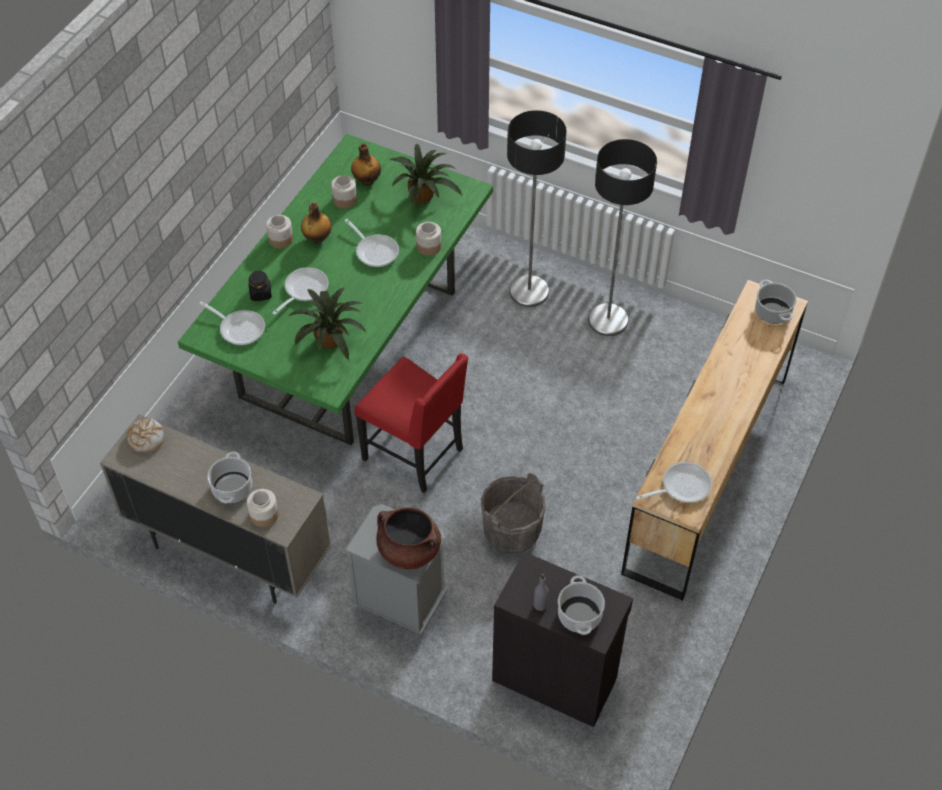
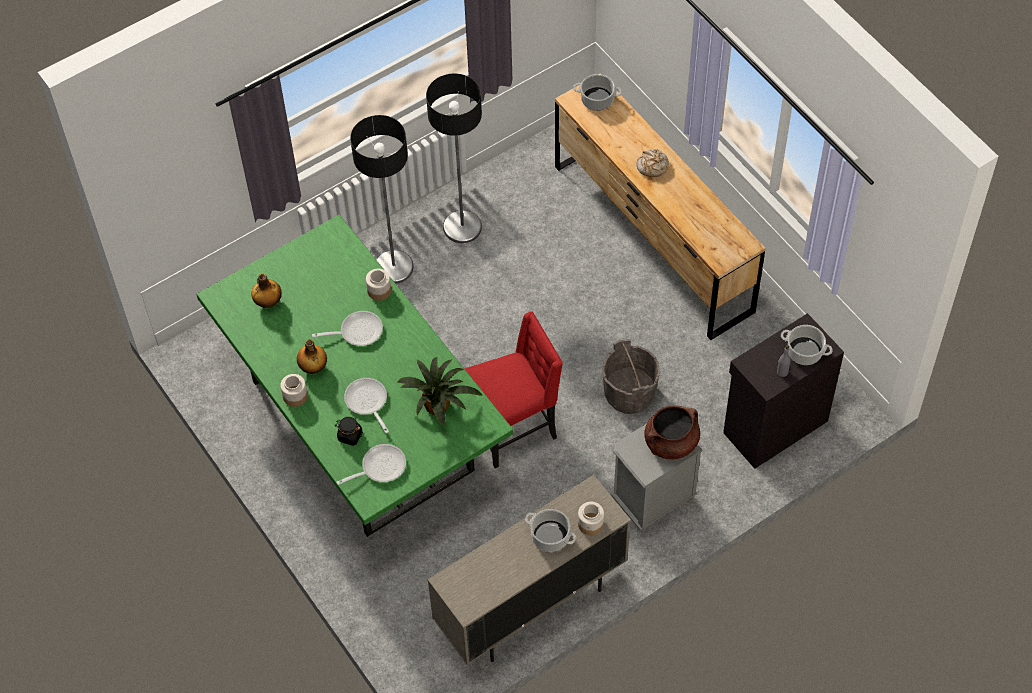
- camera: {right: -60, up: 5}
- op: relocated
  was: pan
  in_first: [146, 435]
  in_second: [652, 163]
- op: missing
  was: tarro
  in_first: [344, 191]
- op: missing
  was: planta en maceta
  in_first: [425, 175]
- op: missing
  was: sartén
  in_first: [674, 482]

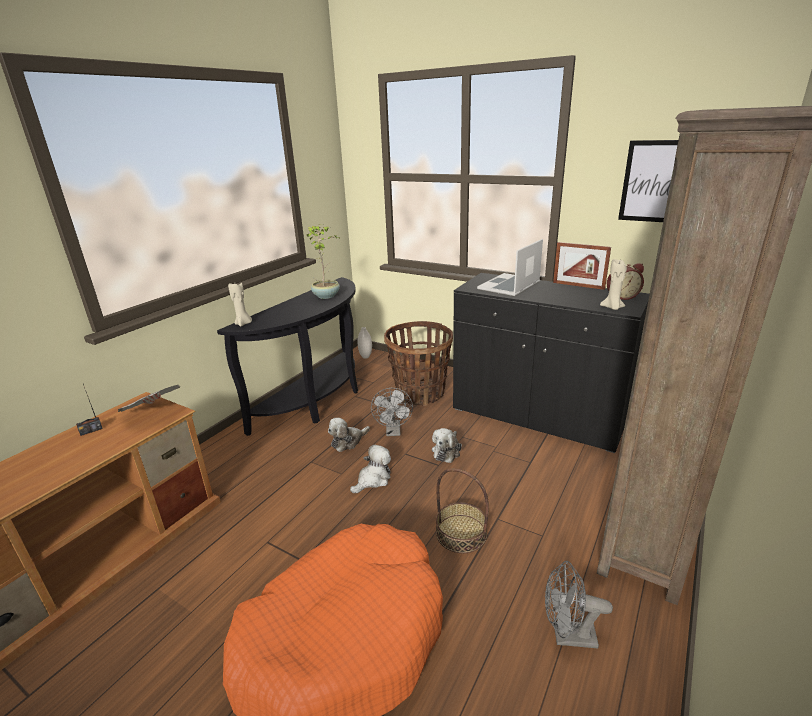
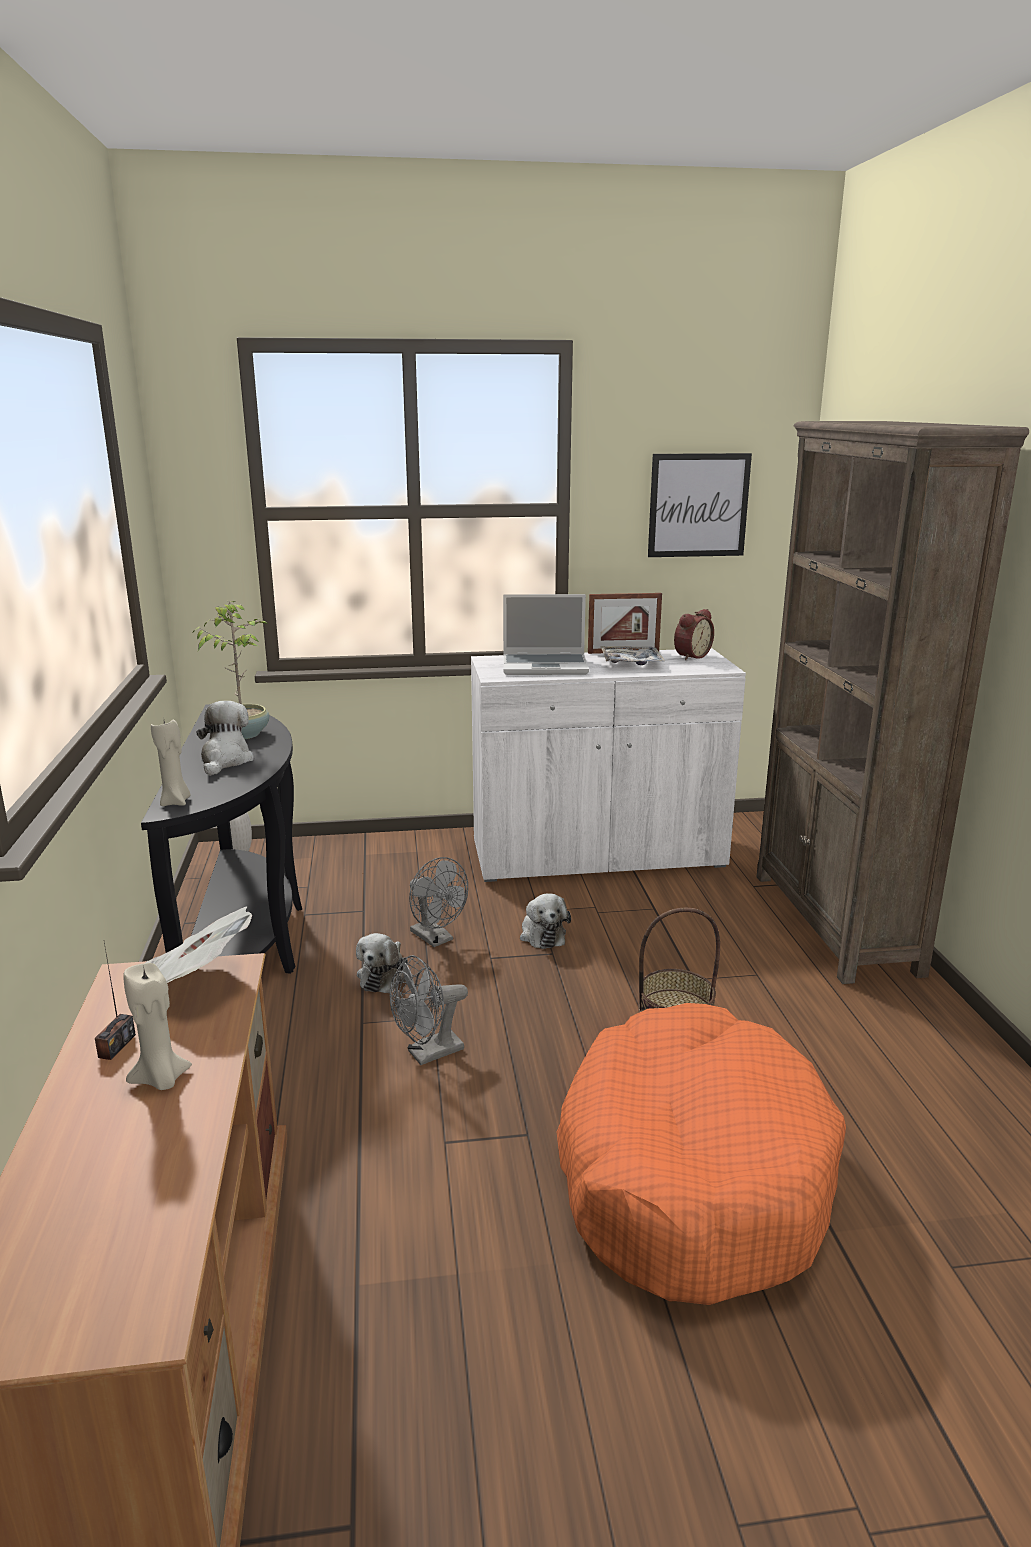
- camera: {right: -40, up: -5}
- op: relocated
  was: peluche
  in_first: [370, 469]
  in_second: [225, 738]
- op: missing
  was: cesta
  in_first: [418, 363]
- op: colour
  was: armario [negro]
  now: armario [blanco]
  in_first: [551, 363]
  in_second: [608, 765]
- op: spun
  was: portátil
  in_first: [510, 268]
  in_second: [546, 634]
  clockwise: -90
- op: relocated
  was: ventilador [gris]
  in_first: [579, 605]
  in_second: [429, 1010]
- op: relocated
  was: vela [beis]
  in_first: [613, 284]
  in_second: [157, 1026]
- op: appeared
  now: bandeja
  in_second: [632, 655]

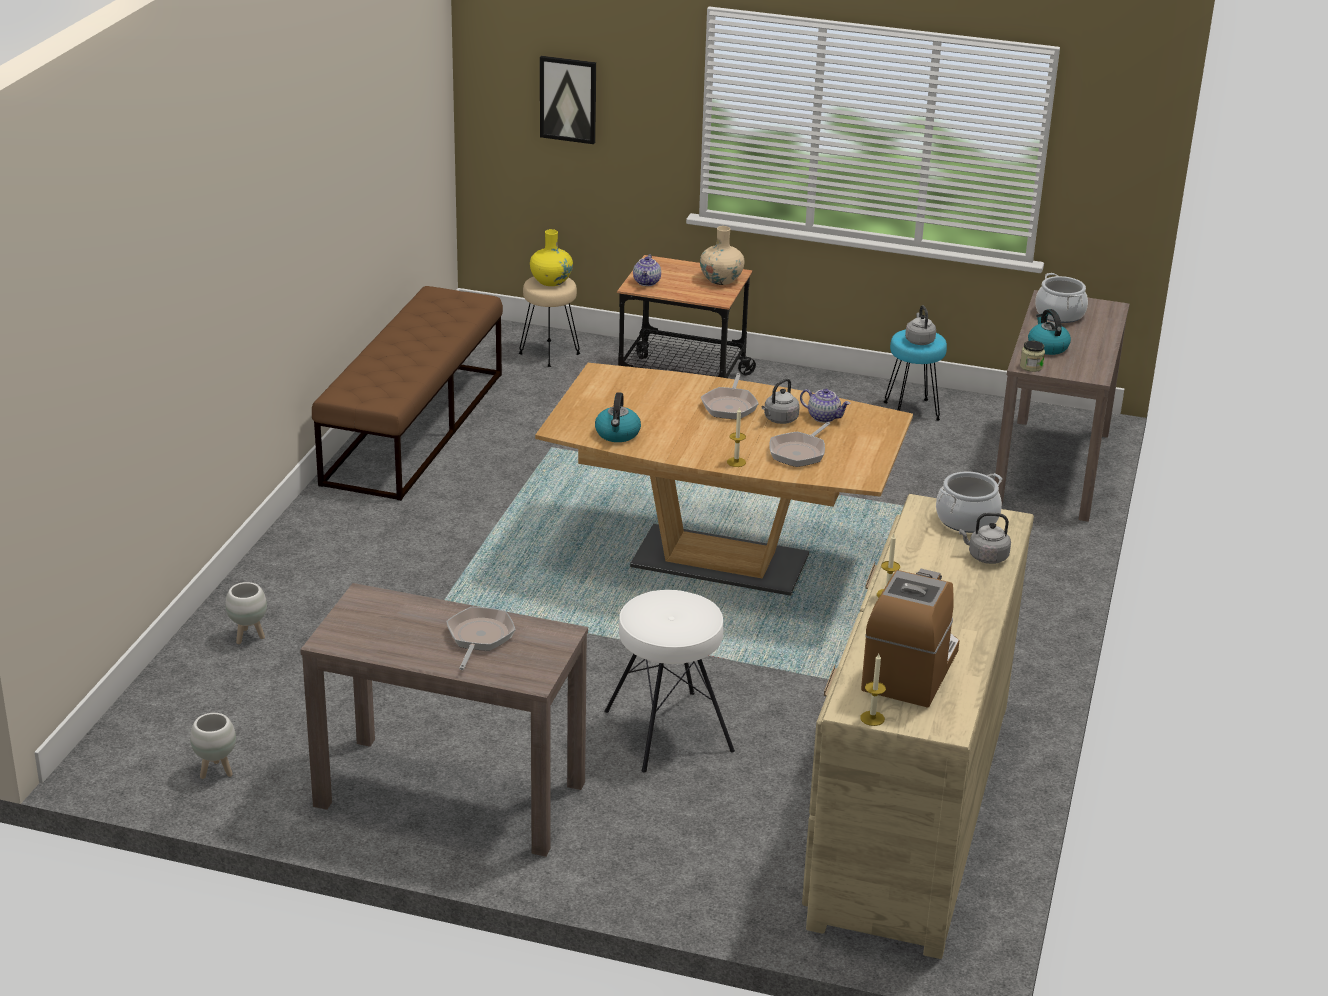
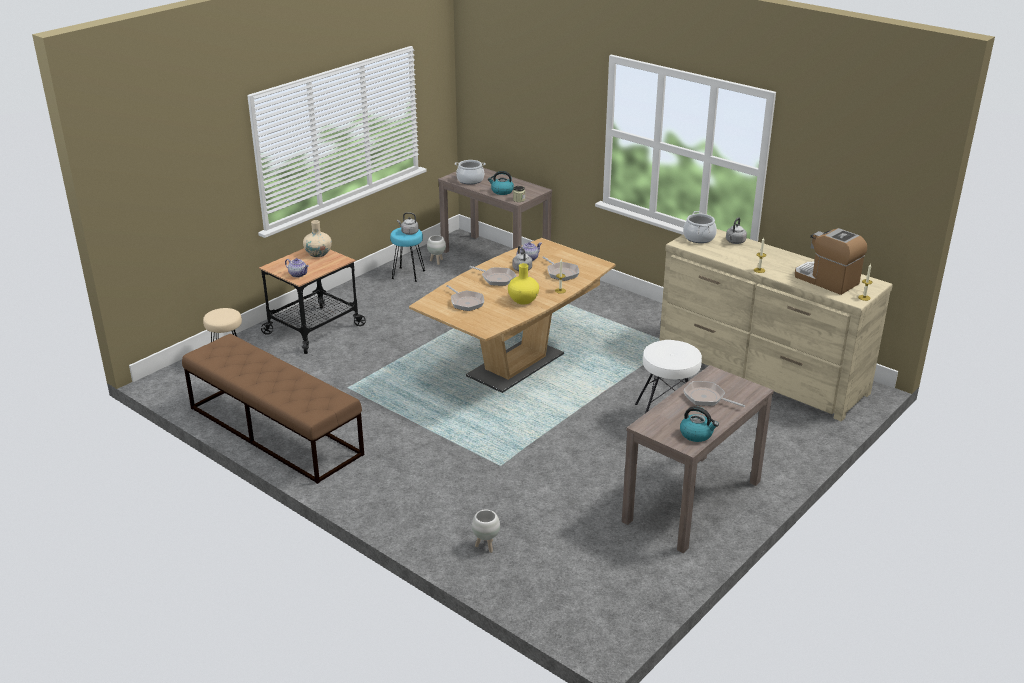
- camera: {right: -65, up: 0}
- op: relocated
  was: maceta [blanco]
  in_first: [213, 746]
  in_second: [436, 250]
- op: relocated
  was: florero [amarillo]
  in_first: [551, 257]
  in_second: [523, 284]
- op: missing
  was: cuadro
  in_first: [568, 100]
- op: relocated
  was: hervidor
  in_first: [618, 417]
  in_second: [699, 424]
- op: appeared
  now: sartén
  in_second: [465, 298]

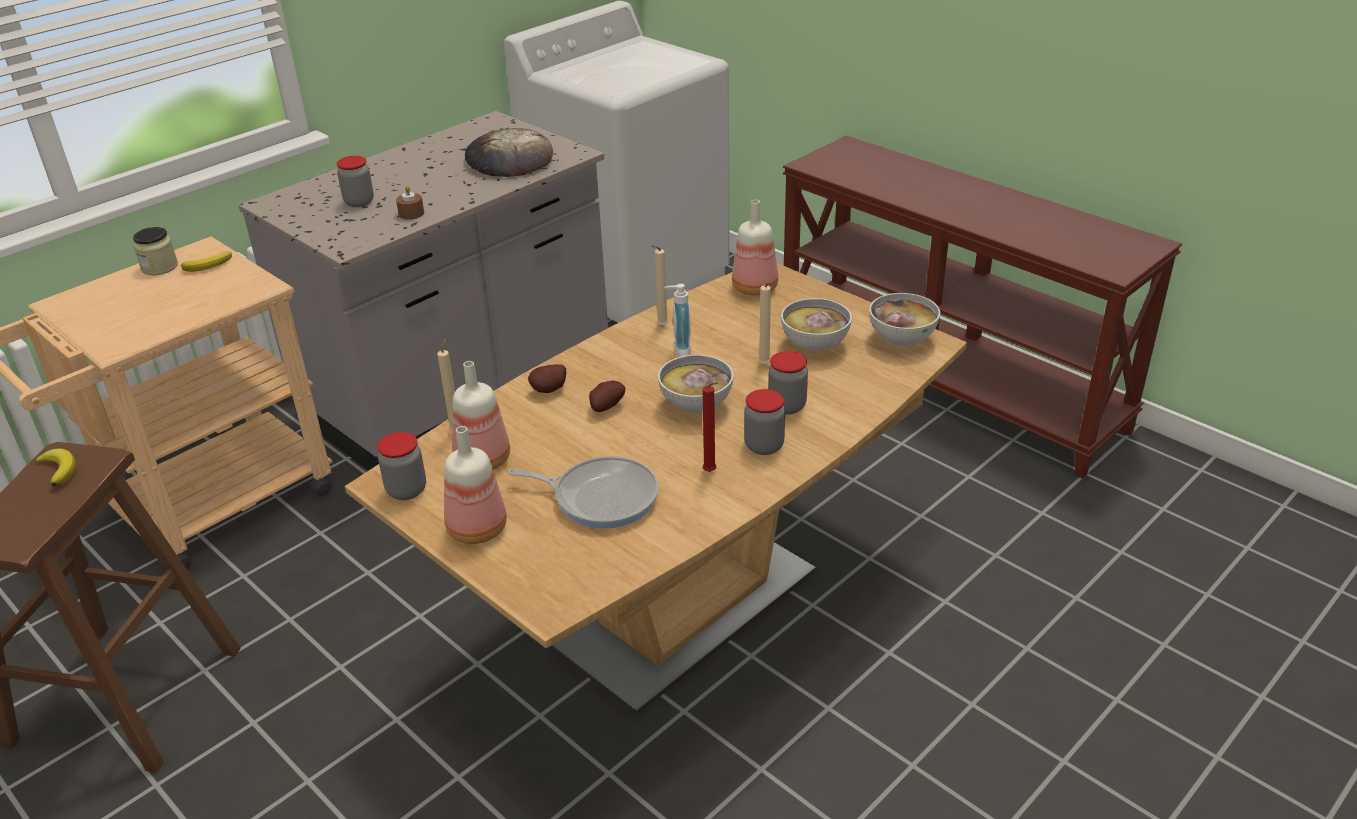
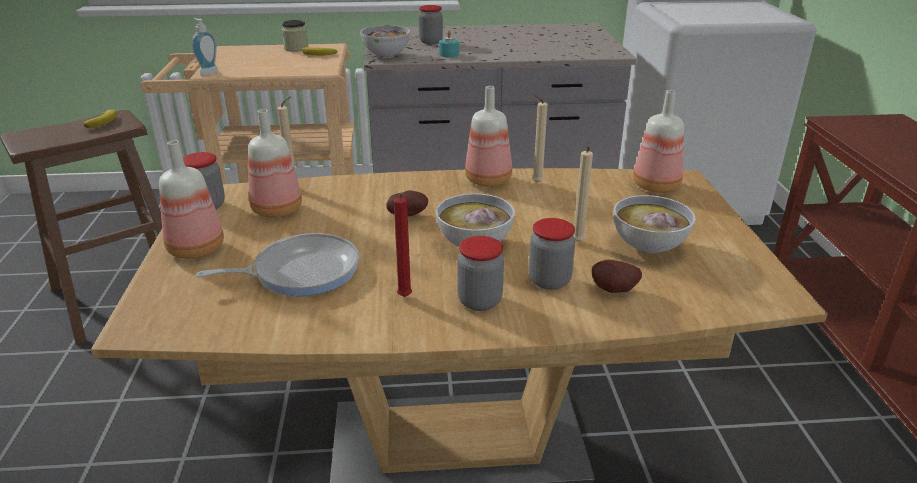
- camera: {right: 40, up: -5}
- op: colour
  was: vela [marrón]
  now: vela [turquesa]
  in_first: [410, 203]
  in_second: [449, 43]
- op: missing
  was: pan
  in_first: [509, 152]
- op: spun
  was: sartén
  in_first: [583, 492]
  in_second: [277, 264]
  clockwise: -75
- op: relocated
  was: patata
  in_first: [547, 378]
  in_second: [617, 276]
- op: relocated
  was: dispensador de jabón
  in_first: [677, 320]
  in_second: [205, 47]
- op: relocated
  was: cuenco
  in_first: [905, 319]
  in_second: [385, 41]
- op: appeared
  now: botella
  in_second: [488, 136]

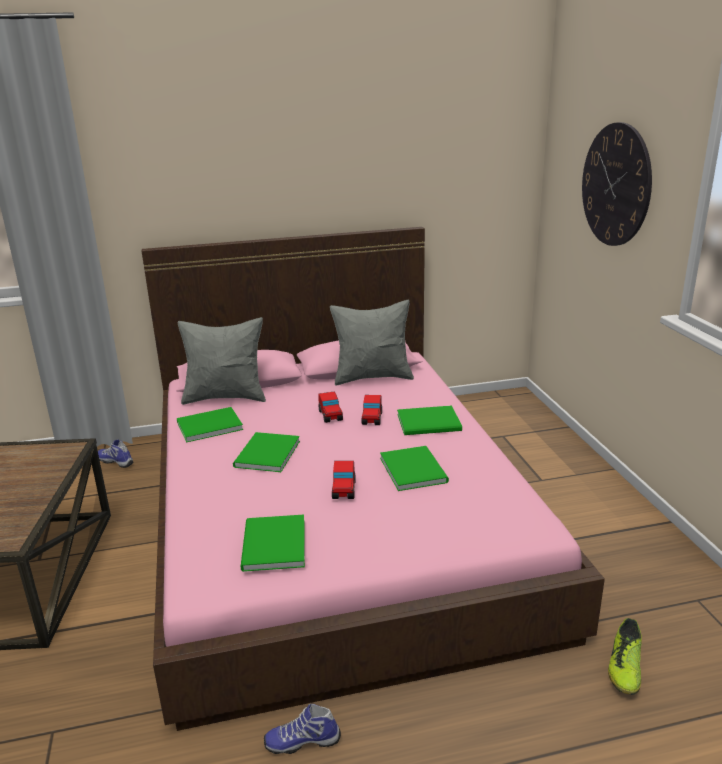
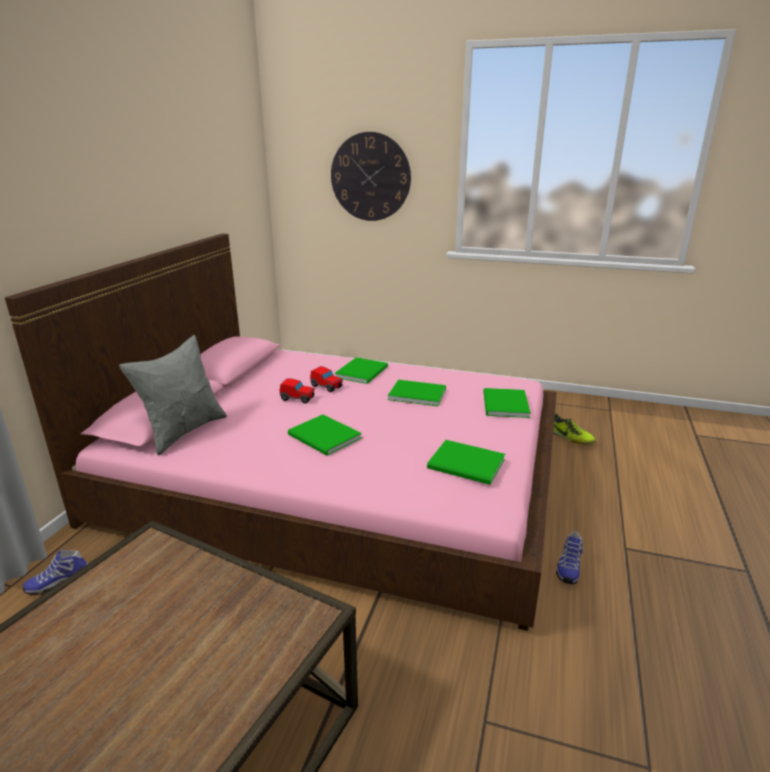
- camera: {right: -60, up: 0}
- op: relocated
  was: libro [verde]
  in_first: [210, 425]
  in_second: [507, 403]
- op: missing
  was: cojín [gris]
  in_first: [372, 343]
- op: missing
  was: coche de juguete
  in_first: [343, 480]

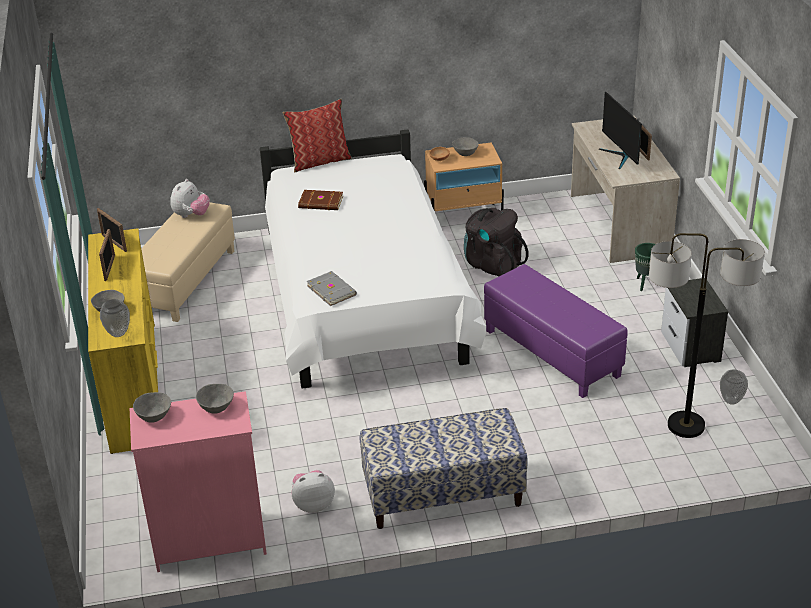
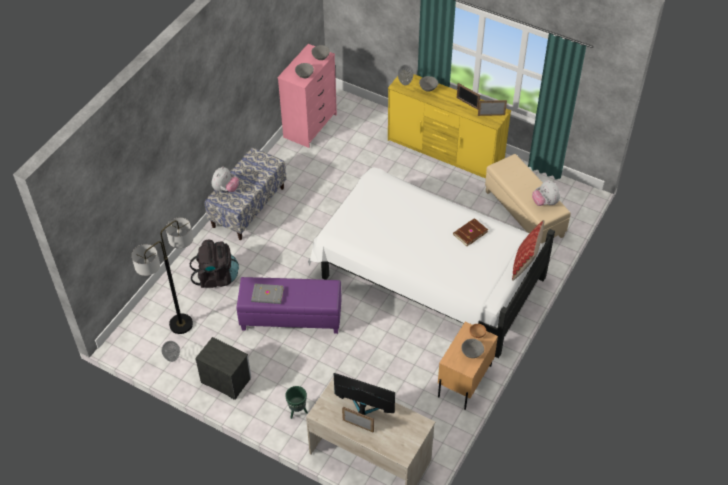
- camera: {right: 130, up: 15}
- op: relocated
  was: peluche
  in_first: [313, 491]
  in_second: [225, 179]
- op: relocated
  was: libro [gris]
  in_first: [332, 288]
  in_second: [267, 294]
- op: relocated
  was: mochila [negro]
  in_first: [496, 242]
  in_second: [214, 264]

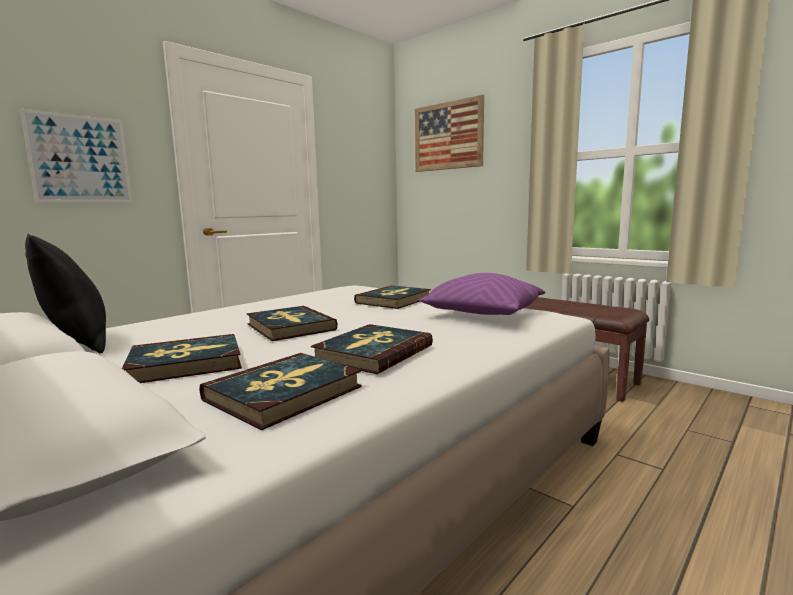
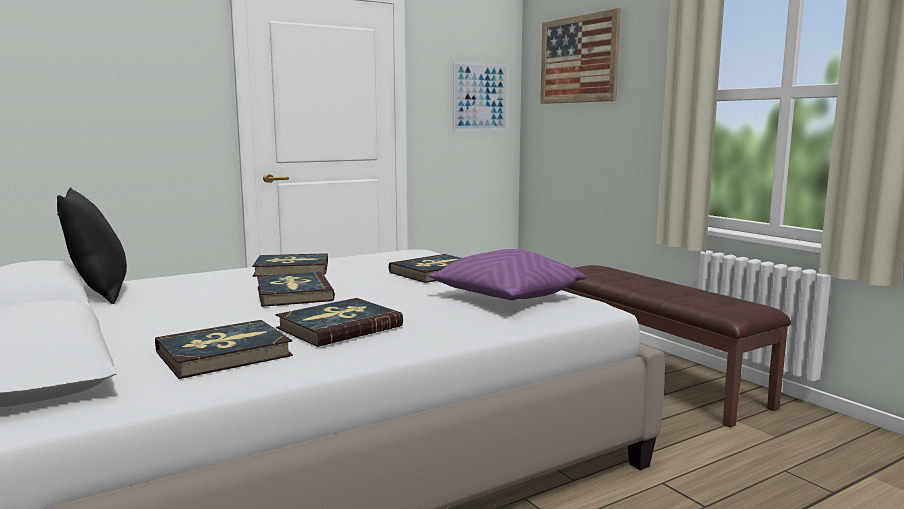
- camera: {right: 15, up: 0}
- op: relocated
  was: cuadro
  in_first: [76, 155]
  in_second: [480, 96]
- op: relocated
  was: libro
  in_first: [182, 358]
  in_second: [290, 265]

